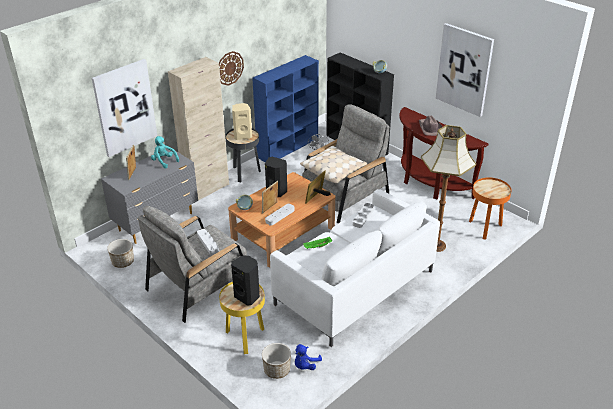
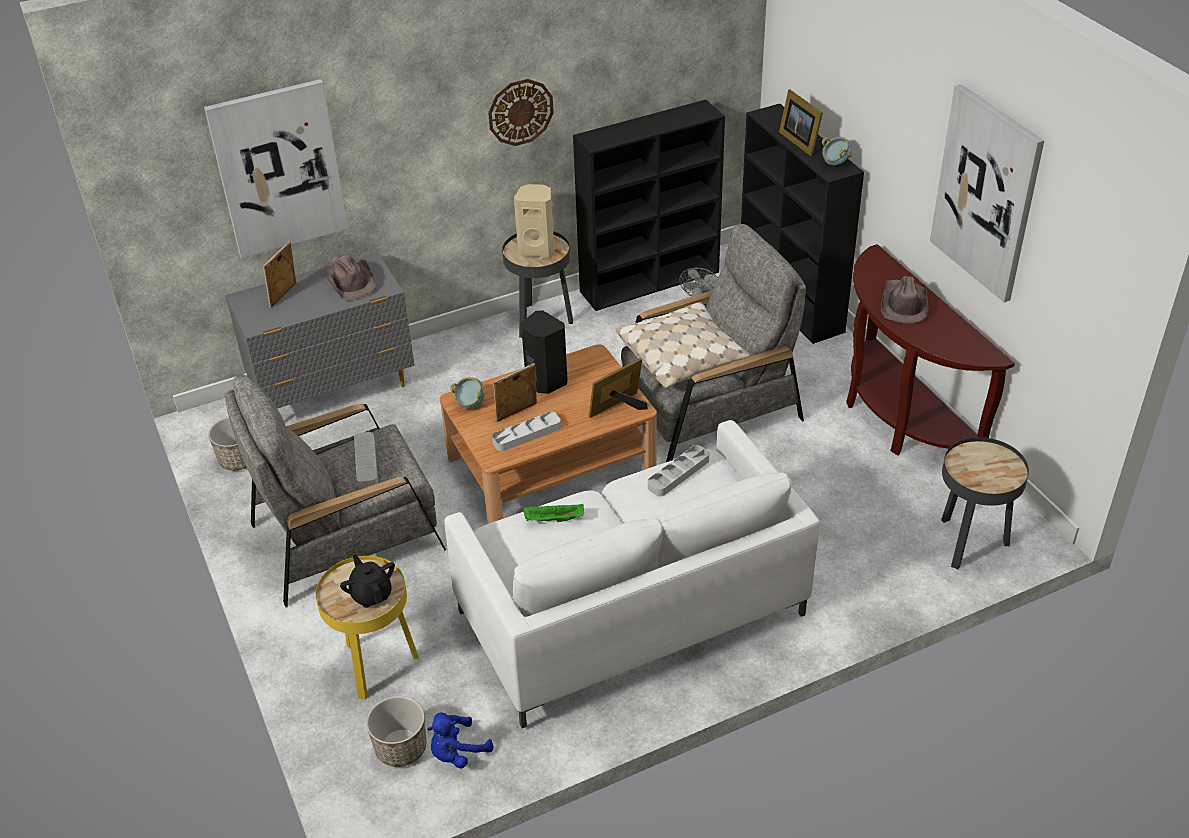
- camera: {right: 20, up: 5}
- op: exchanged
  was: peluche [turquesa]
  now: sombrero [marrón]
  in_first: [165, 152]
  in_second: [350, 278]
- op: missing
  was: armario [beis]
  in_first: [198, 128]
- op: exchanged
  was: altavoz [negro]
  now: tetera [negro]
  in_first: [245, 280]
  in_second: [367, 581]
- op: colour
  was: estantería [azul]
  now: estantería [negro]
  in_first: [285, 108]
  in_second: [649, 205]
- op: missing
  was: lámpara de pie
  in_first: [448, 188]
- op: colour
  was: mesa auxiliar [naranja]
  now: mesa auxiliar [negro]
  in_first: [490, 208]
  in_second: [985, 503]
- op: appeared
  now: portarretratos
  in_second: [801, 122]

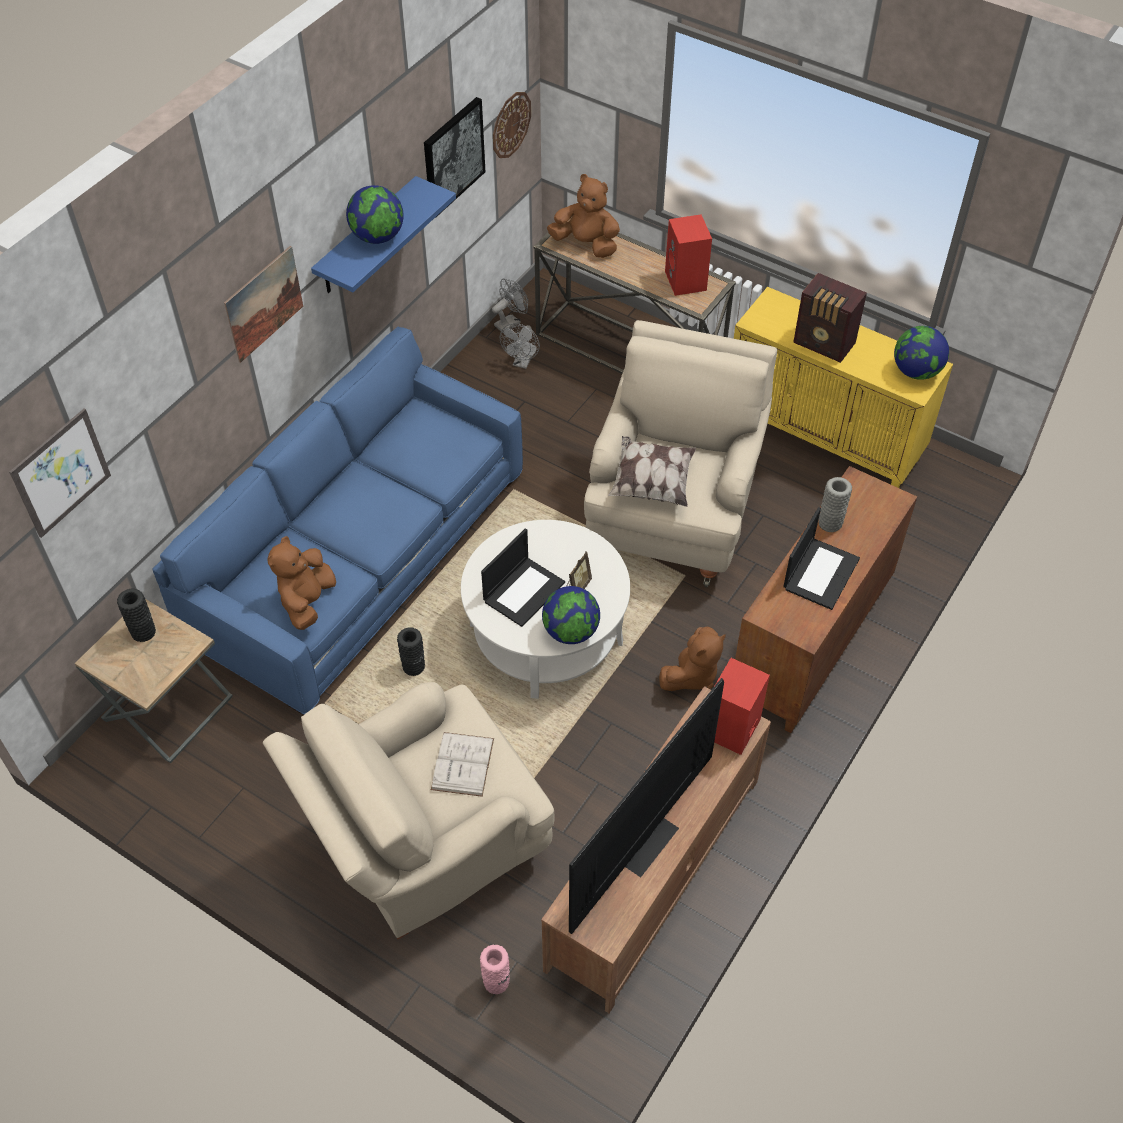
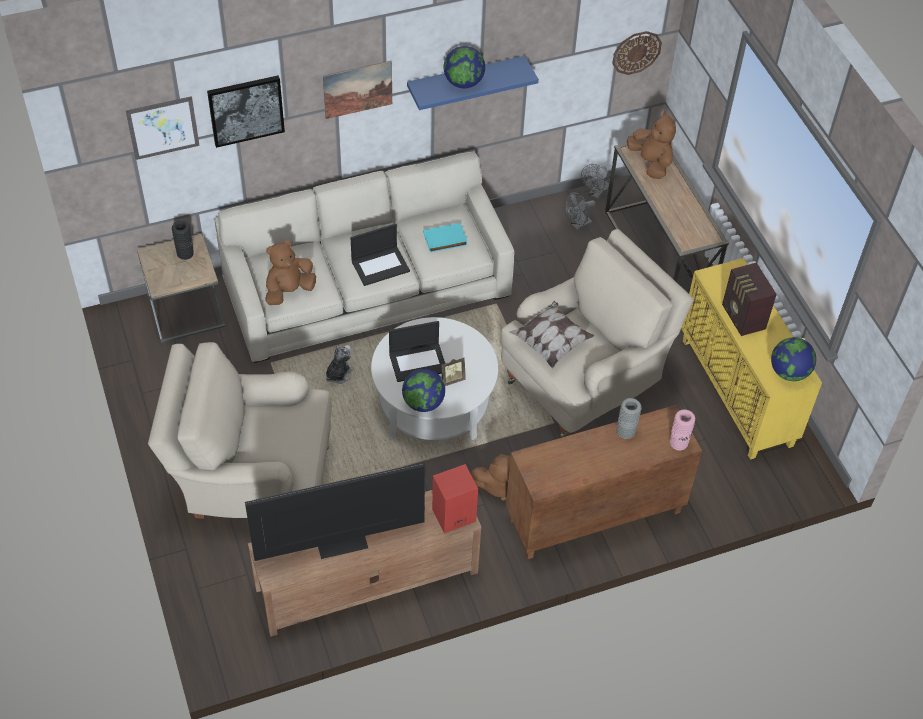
- camera: {right: 35, up: 0}
- op: colour
  was: sofá [azul]
  now: sofá [beis]
  in_first: [337, 520]
  in_second: [364, 257]
- op: exchanged
  was: florero [negro]
  now: peluche
  in_first: [411, 651]
  in_second: [340, 364]
- op: relocated
  was: cuadro
  in_first: [454, 157]
  in_second: [246, 112]
- op: missing
  was: libro [blanco]
  in_first: [462, 764]
- op: relocated
  was: florero [rosa]
  in_first: [495, 969]
  in_second: [682, 429]
- op: spun
  was: ventilador [gris]
  in_first: [510, 305]
  in_second: [596, 181]
  clockwise: 120
- op: missing
  was: altavoz [rojo]
  in_first: [688, 255]
- op: relocated
  was: portátil
  in_first: [821, 558]
  in_second: [380, 255]
- op: appeared
  now: libro [turquesa]
  in_second: [445, 237]

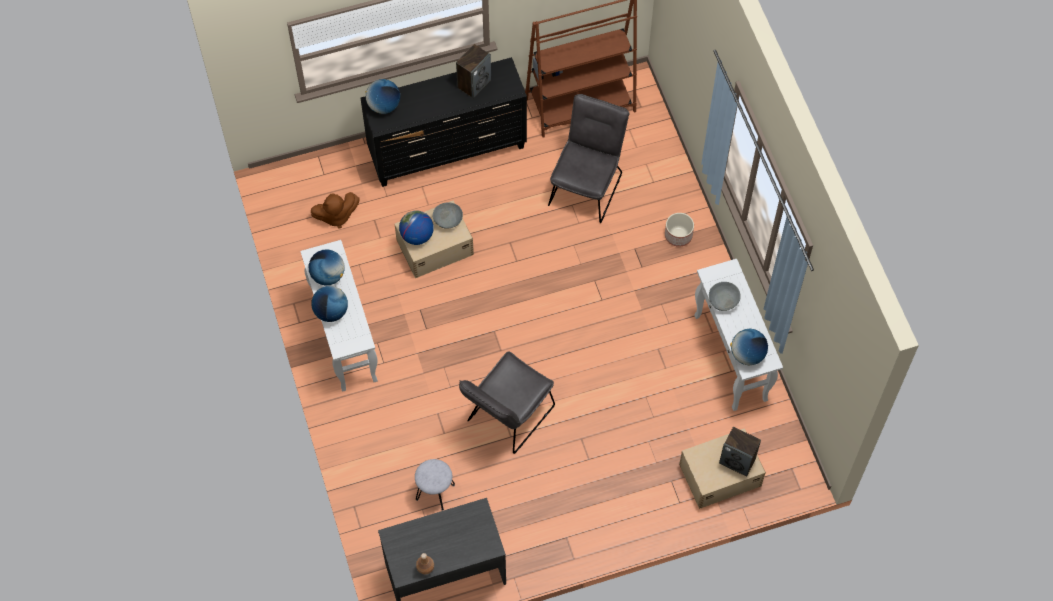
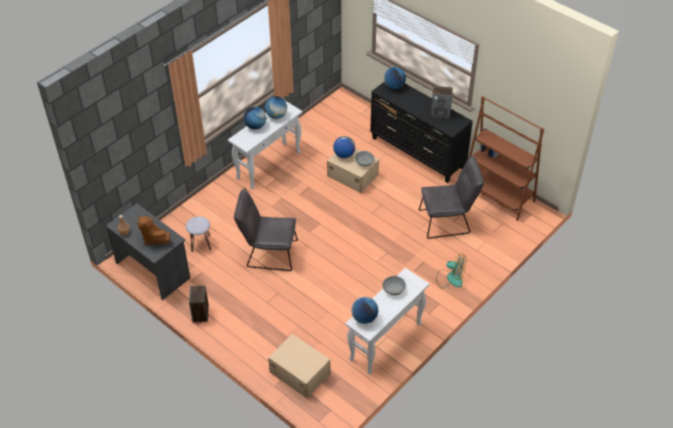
- camera: {right: 60, up: -15}
- op: relocated
  was: peluche [marrón]
  in_first: [335, 210]
  in_second: [153, 230]
- op: exchanged
  was: maceta
  now: ventilador
  in_first: [679, 230]
  in_second: [451, 270]
- op: relocated
  was: altavoz
  in_first: [740, 452]
  in_second: [199, 304]

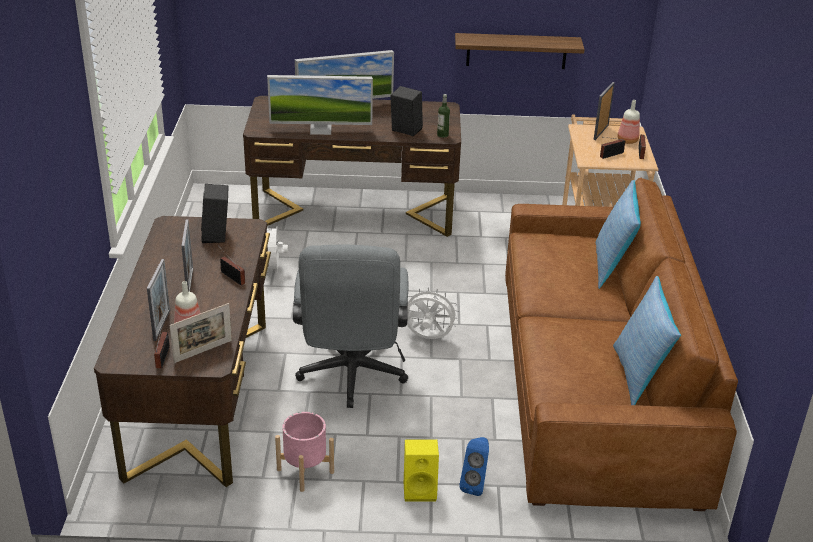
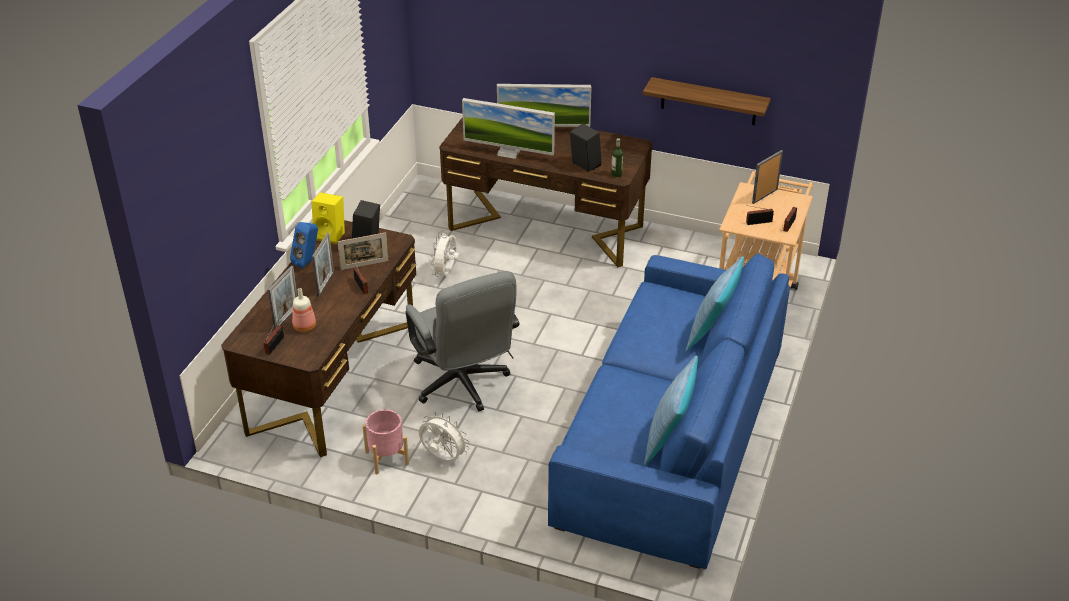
- camera: {right: 20, up: 5}
- op: relocated
  was: portarretratos
  in_first: [201, 333]
  in_second: [363, 251]
- op: spun
  was: silla de oficina [gris]
  in_first: [350, 326]
  in_second: [462, 341]
  clockwise: -45
- op: relocated
  was: altavoz [amarillo]
  in_first: [421, 470]
  in_second: [328, 218]
- op: relocated
  was: ventilador [blanco]
  in_first: [433, 313]
  in_second: [444, 437]
- op: relocated
  was: altavoz [azul]
  in_first: [474, 466]
  in_second: [304, 245]
- op: colour
  was: sofá [marrón]
  now: sofá [azul]
  in_first: [621, 344]
  in_second: [669, 411]
- op: missing
  was: botella
  in_first: [628, 122]

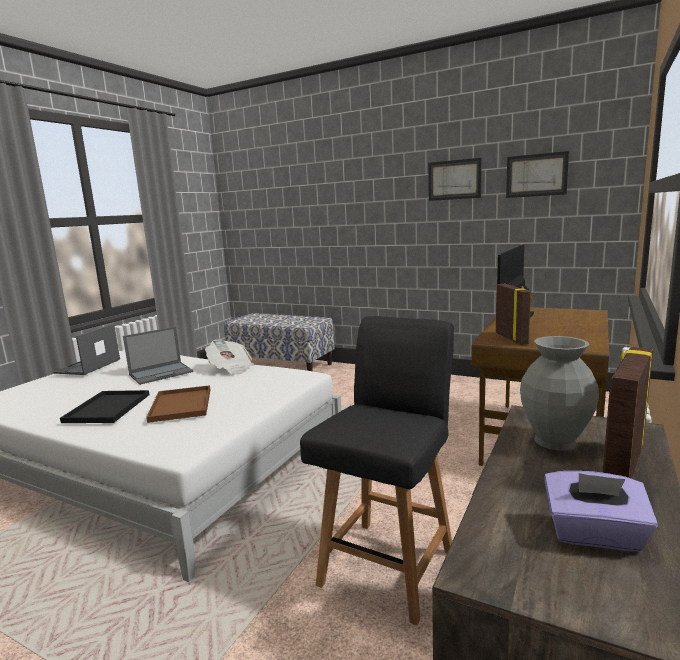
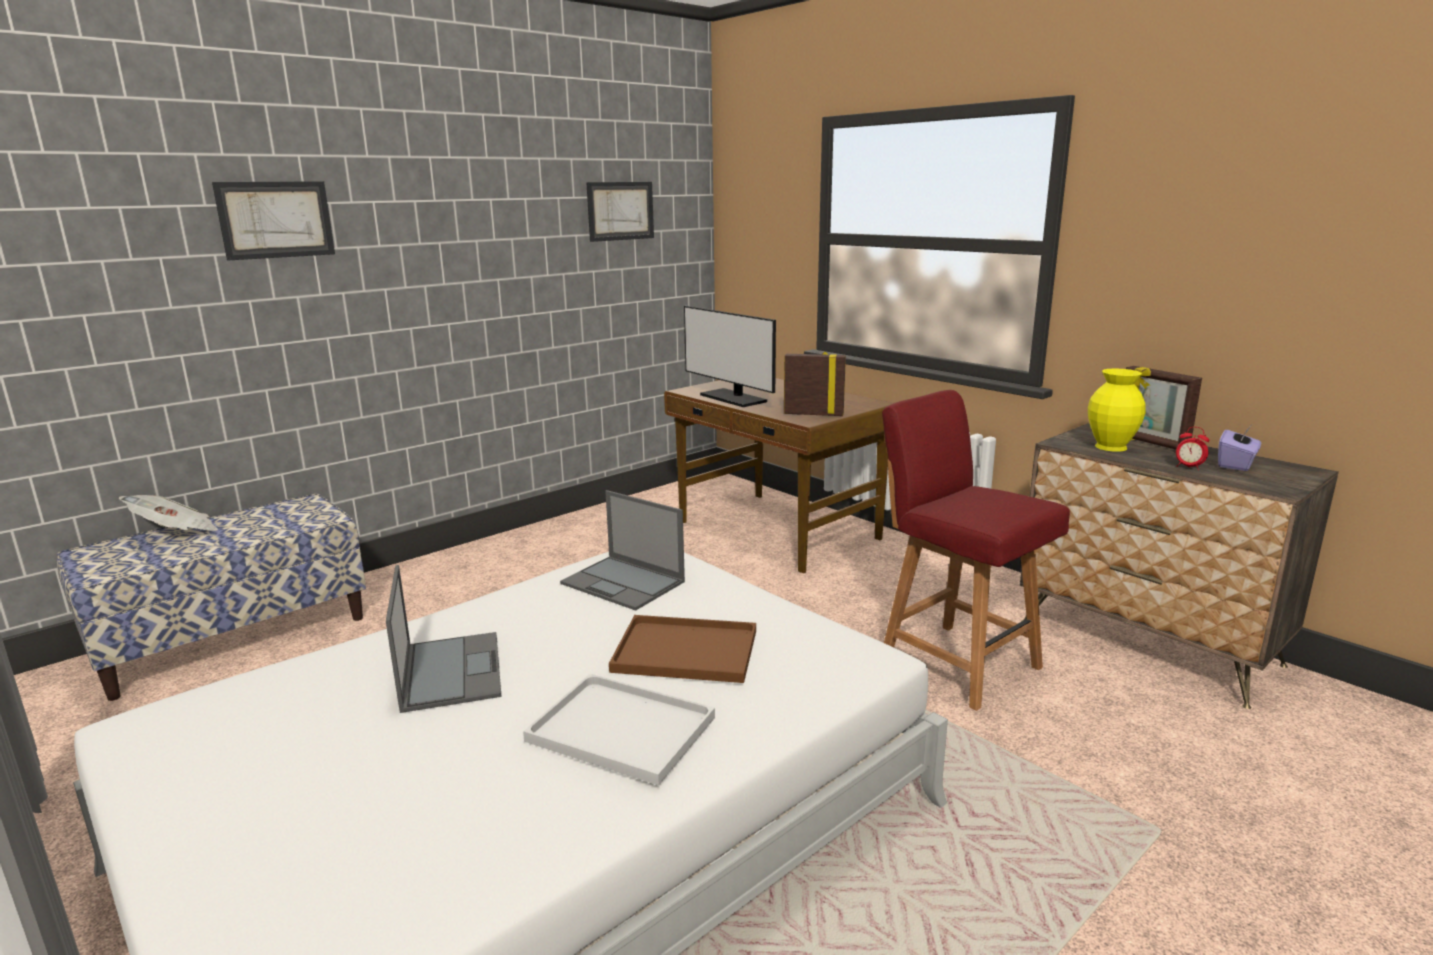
- camera: {right: -70, up: 5}
- op: relocated
  was: portátil
  in_first: [86, 349]
  in_second: [622, 550]
- op: colour
  was: bandeja [negro]
  now: bandeja [blanco]
  in_first: [105, 406]
  in_second: [619, 729]
- op: relocated
  was: periódico
  in_first: [229, 357]
  in_second: [168, 513]
- op: colour
  was: silla [negro]
  now: silla [rojo]
  in_first: [377, 470]
  in_second: [976, 550]
- op: relocated
  was: cuadro
  in_first: [455, 179]
  in_second: [273, 221]
- op: colour
  was: florero [gris]
  now: florero [amarillo]
  in_first: [559, 393]
  in_second: [1117, 410]
- op: appeared
  now: despertador
  in_second: [1192, 448]

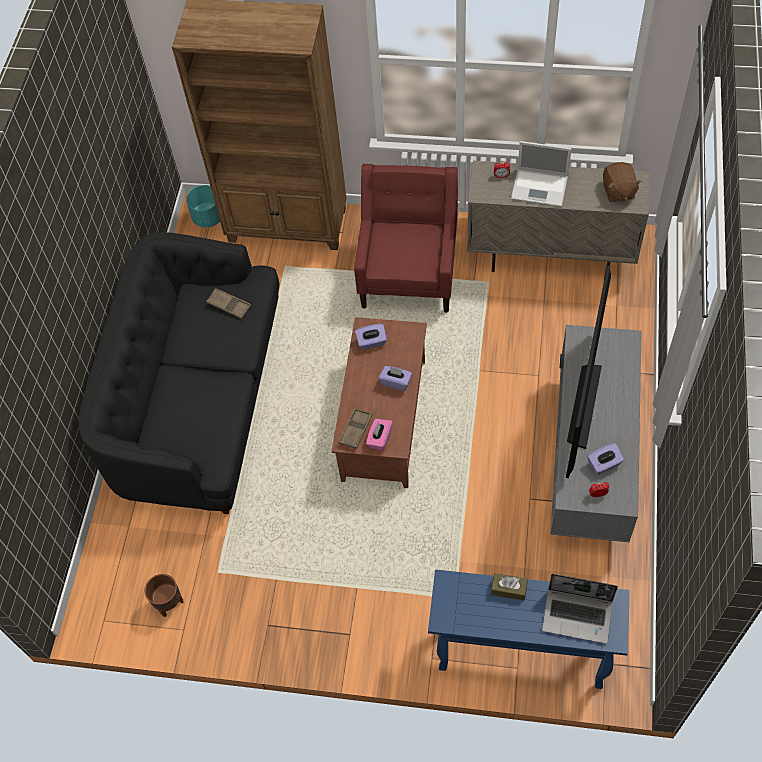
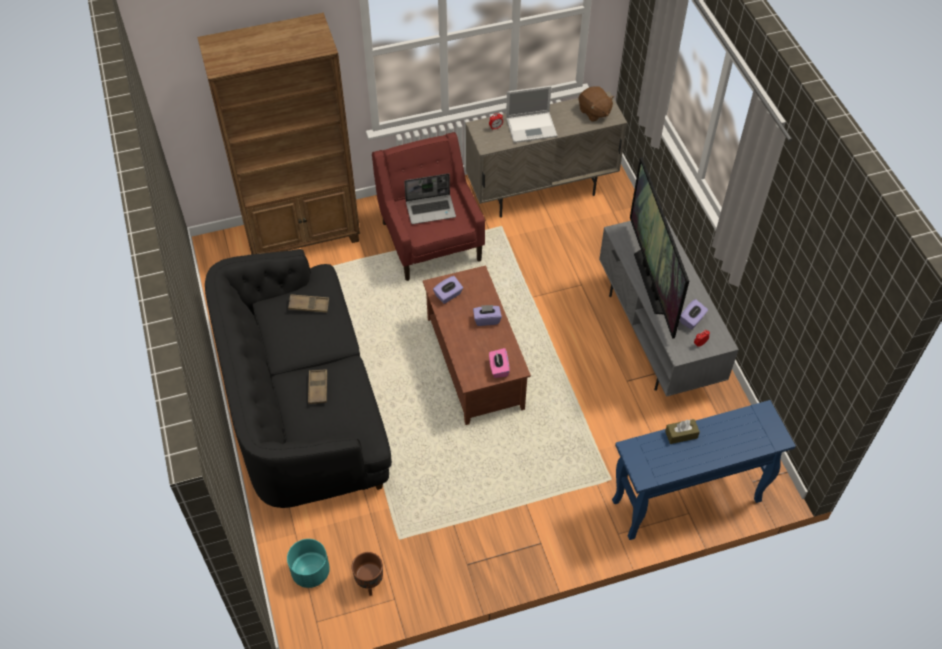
- camera: {right: -30, up: -5}
- op: relocated
  was: maceta [turquesa]
  in_first: [203, 206]
  in_second: [308, 563]
- op: relocated
  was: bandeja [marrón]
  in_first: [356, 428]
  in_second: [317, 386]
- op: relocated
  was: portátil
  in_first: [580, 609]
  in_second: [430, 198]

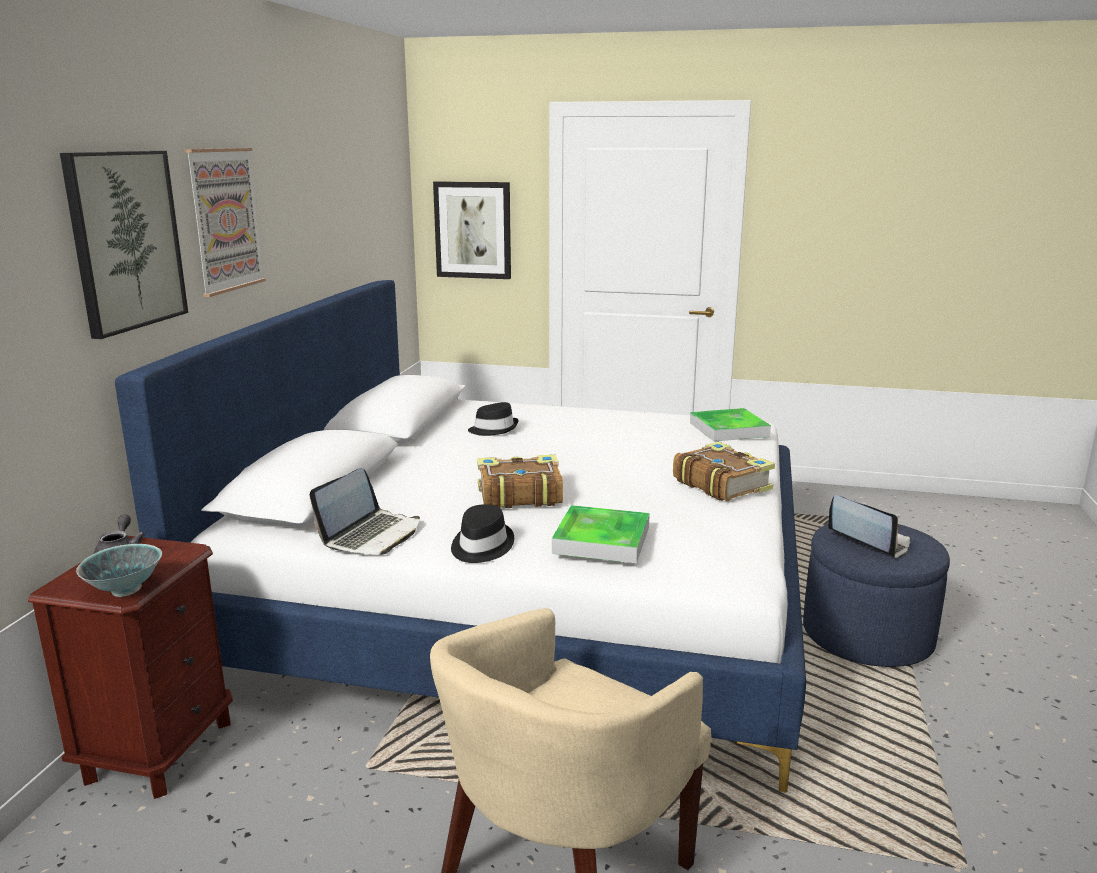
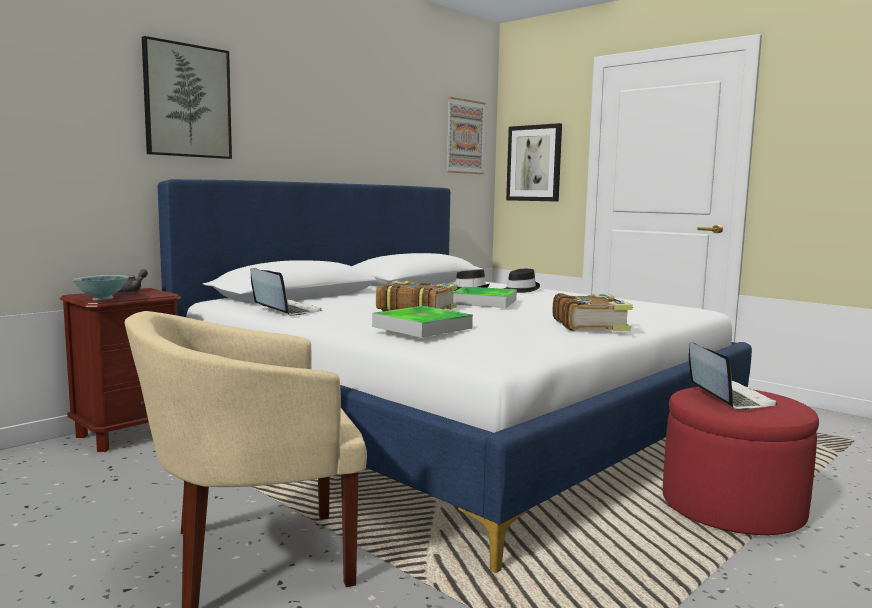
- camera: {right: 30, up: -10}
- op: relocated
  was: cuadro
  in_first: [225, 222]
  in_second: [466, 135]
- op: spun
  was: portátil
  in_first: [365, 511]
  in_second: [286, 292]
  clockwise: -105
- op: relocated
  was: sombrero [negro]
  in_first: [482, 533]
  in_second: [522, 281]
- op: relocated
  was: bandeja
  in_first: [730, 425]
  in_second: [485, 297]
- op: colour
  was: puf [azul]
  now: puf [rojo]
  in_first: [876, 595]
  in_second: [741, 461]

